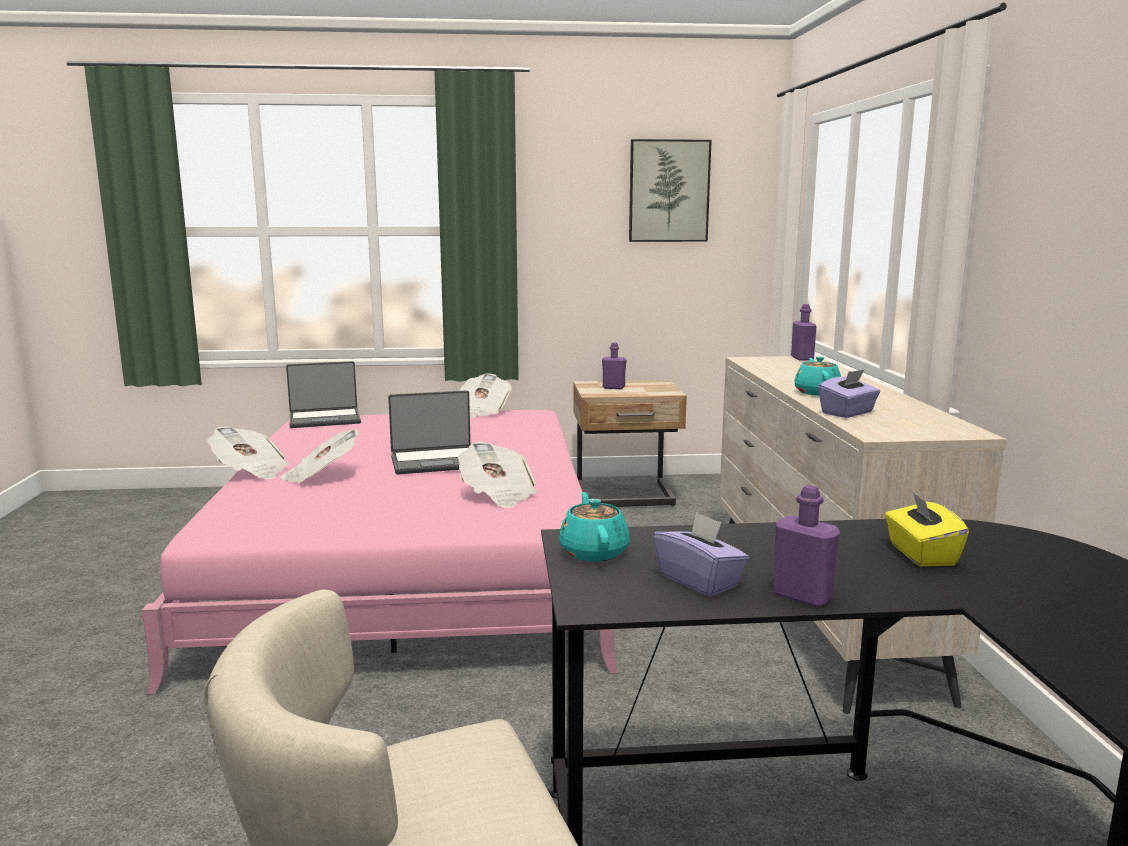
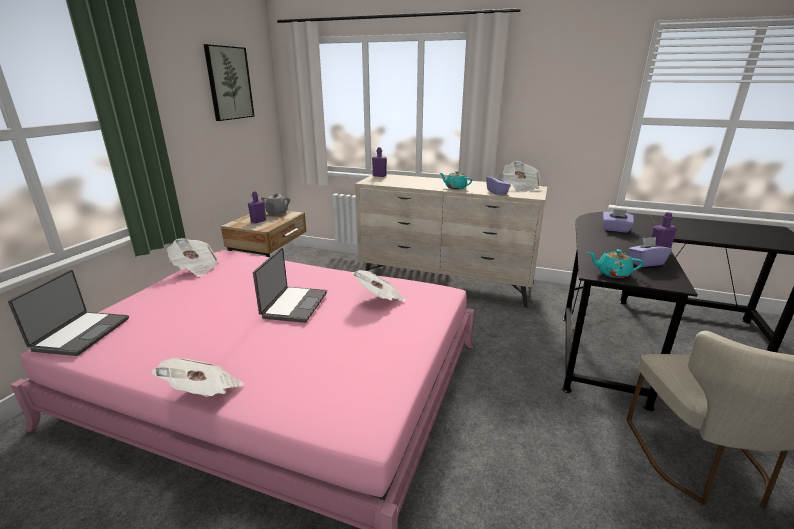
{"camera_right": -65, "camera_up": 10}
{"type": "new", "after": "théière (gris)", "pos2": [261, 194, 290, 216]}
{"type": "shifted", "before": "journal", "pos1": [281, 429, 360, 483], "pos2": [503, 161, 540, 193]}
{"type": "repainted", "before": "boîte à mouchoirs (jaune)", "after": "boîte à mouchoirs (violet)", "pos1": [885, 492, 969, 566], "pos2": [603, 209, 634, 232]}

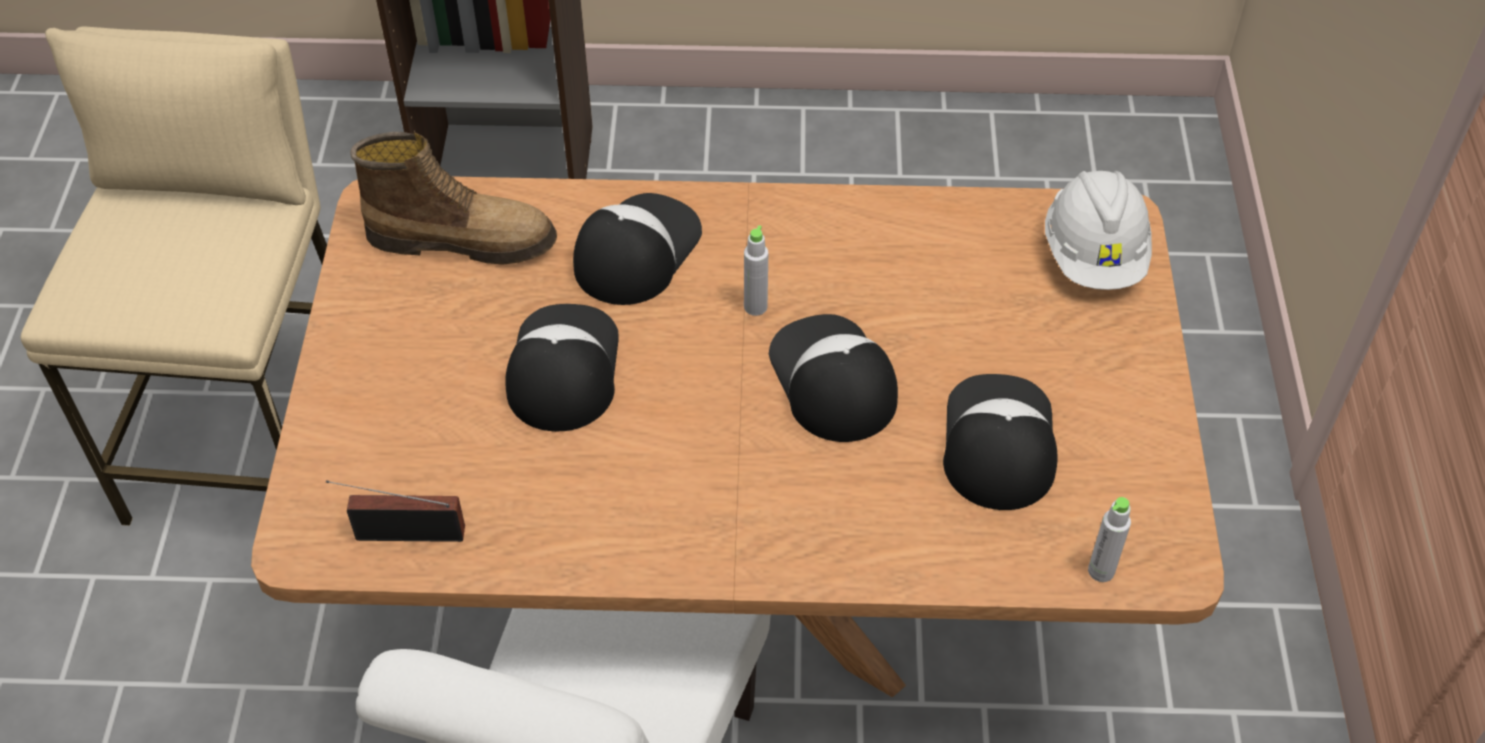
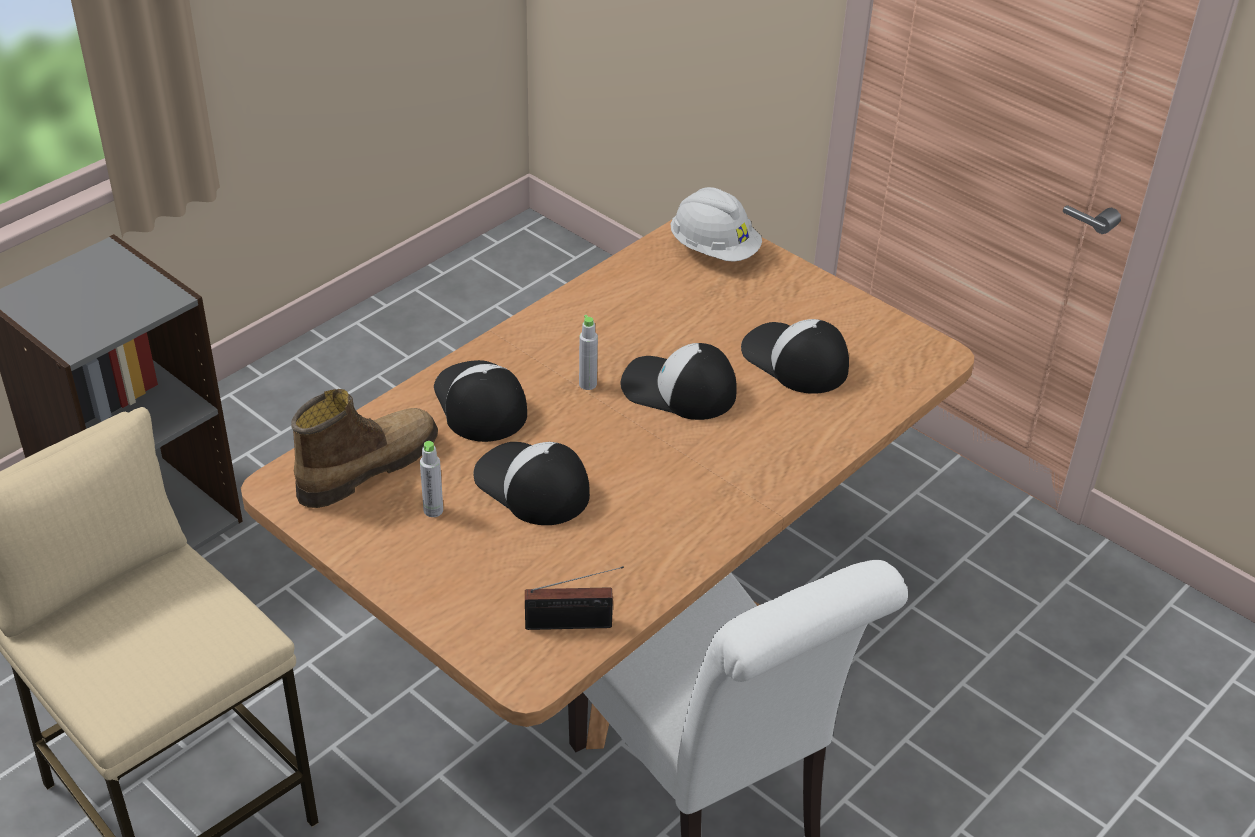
{"camera_right": -50, "camera_up": -10}
{"type": "shifted", "before": "bouteille (gris)", "pos1": [1088, 497, 1131, 582], "pos2": [420, 441, 443, 517]}
{"type": "rotated", "before": "radio", "pos1": [326, 480, 465, 542], "pos2": [525, 566, 624, 630], "turn": -135}

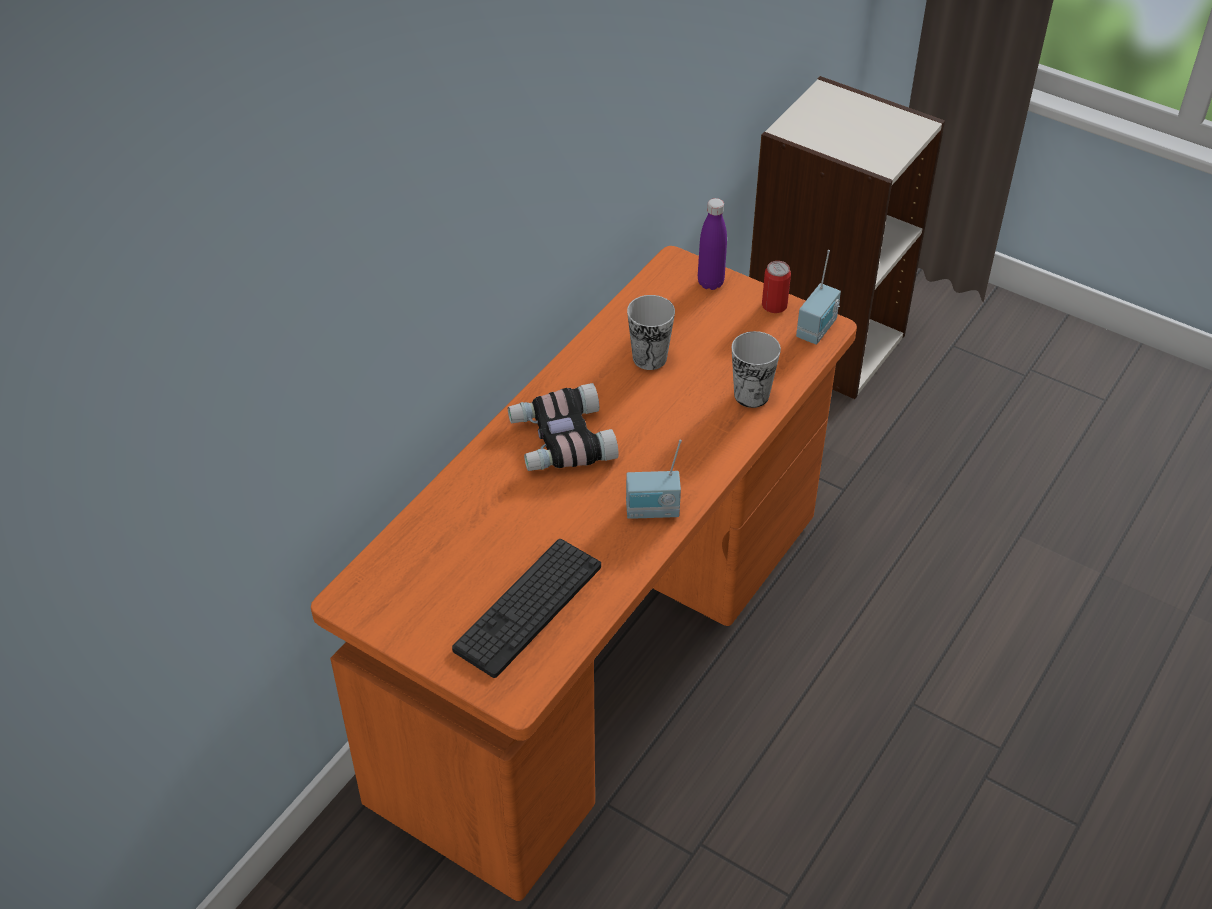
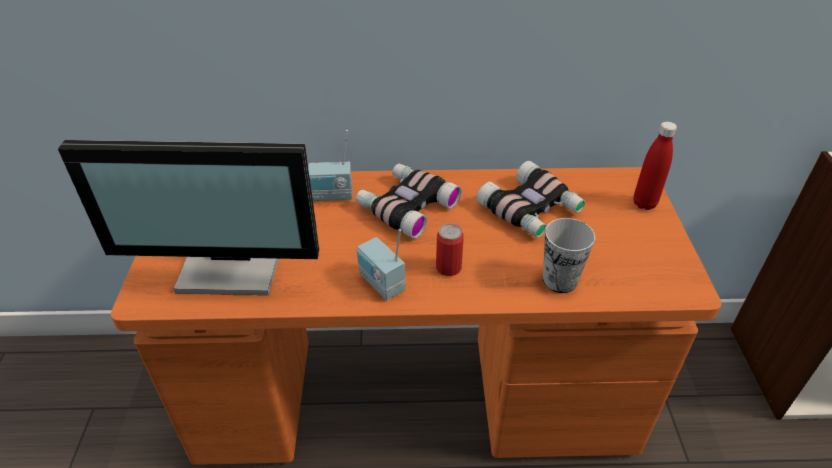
{"camera_right": 55, "camera_up": -5}
{"type": "swapped", "before": "clavier", "after": "écran d'ordinateur", "pos1": [452, 539, 601, 678], "pos2": [58, 140, 319, 295]}
{"type": "shifted", "before": "radio", "pos1": [796, 250, 841, 345], "pos2": [308, 130, 353, 201]}
{"type": "shifted", "before": "boîte métallique", "pos1": [762, 261, 791, 313], "pos2": [436, 223, 464, 276]}
{"type": "swapped", "before": "tasse", "after": "jumelles", "pos1": [627, 295, 675, 370], "pos2": [476, 161, 585, 237]}
{"type": "repainted", "before": "bouteille (violet)", "after": "bouteille (rouge)", "pos1": [698, 198, 727, 290], "pos2": [633, 122, 677, 210]}

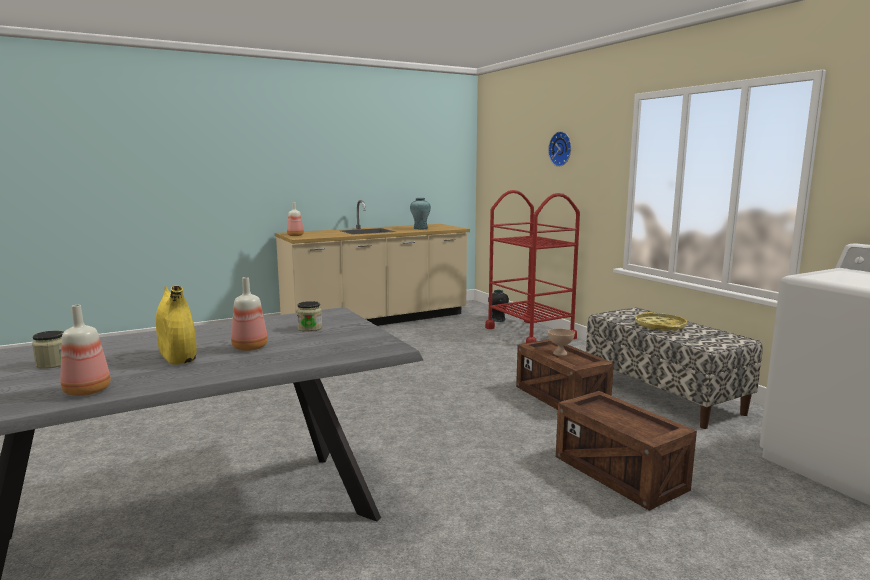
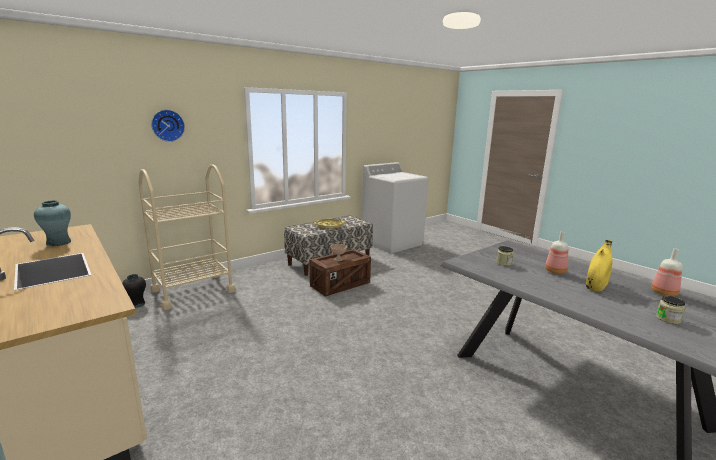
{"camera_right": -100, "camera_up": 5}
{"type": "repainted", "before": "chariot (rouge)", "after": "chariot (beige)", "pos1": [485, 190, 580, 343], "pos2": [139, 165, 235, 310]}
{"type": "gone", "before": "bouteille", "pos1": [287, 202, 304, 236]}
{"type": "gone", "before": "caisse", "pos1": [556, 391, 697, 511]}

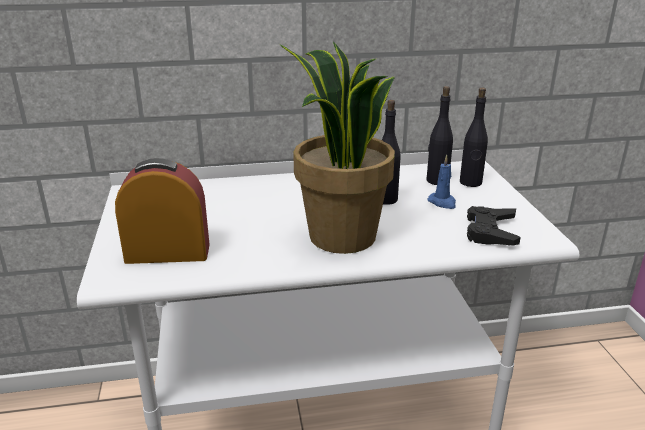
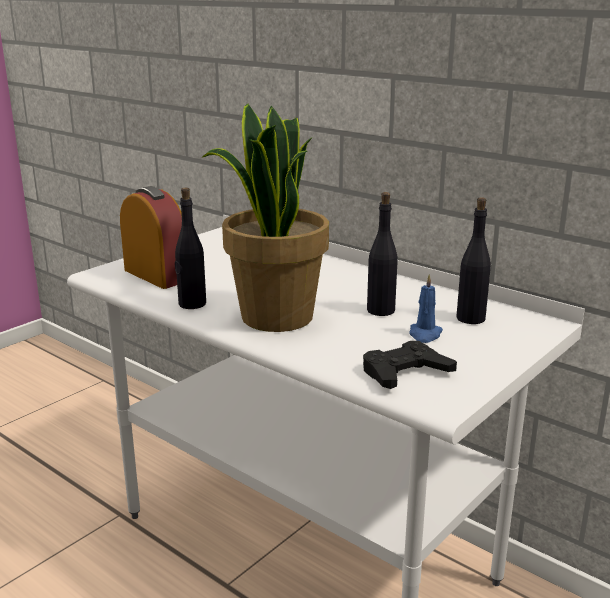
{"camera_right": 50, "camera_up": -5}
{"type": "shifted", "before": "bouteille (noir)", "pos1": [460, 87, 488, 187], "pos2": [175, 188, 206, 309]}

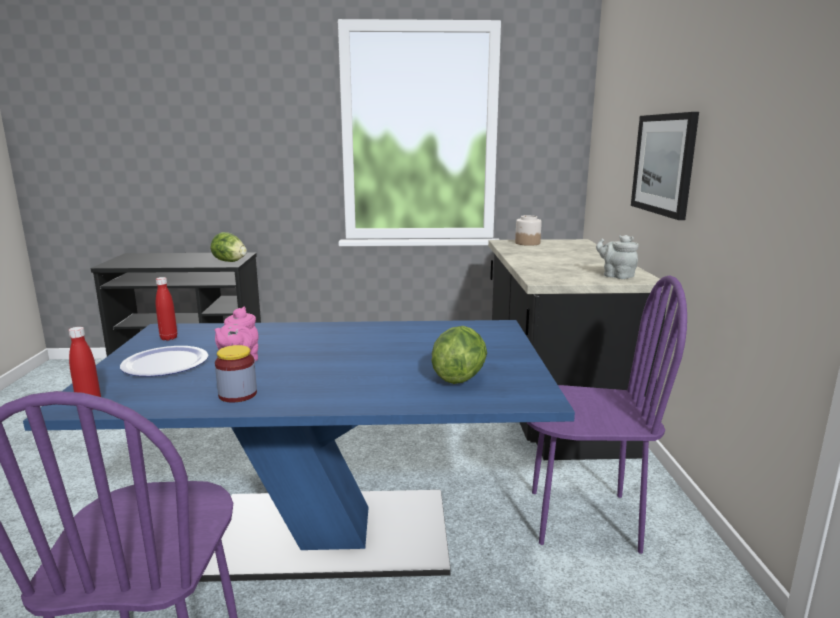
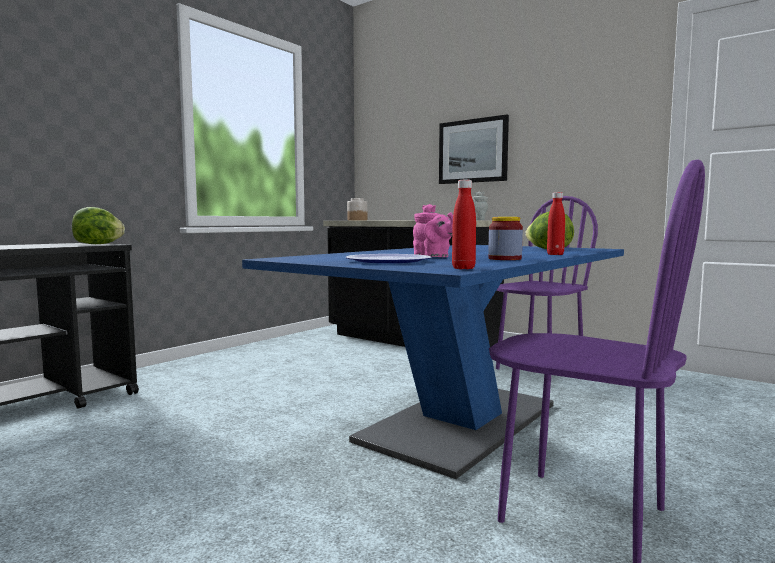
{"camera_right": -50, "camera_up": -10}
{"type": "shifted", "before": "bouteille (rouge)", "pos1": [156, 277, 177, 341], "pos2": [547, 192, 565, 255]}

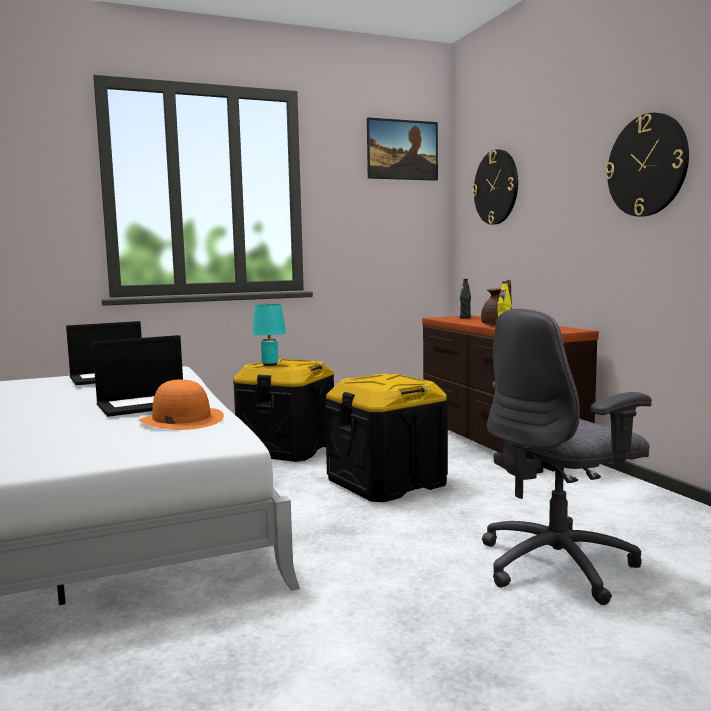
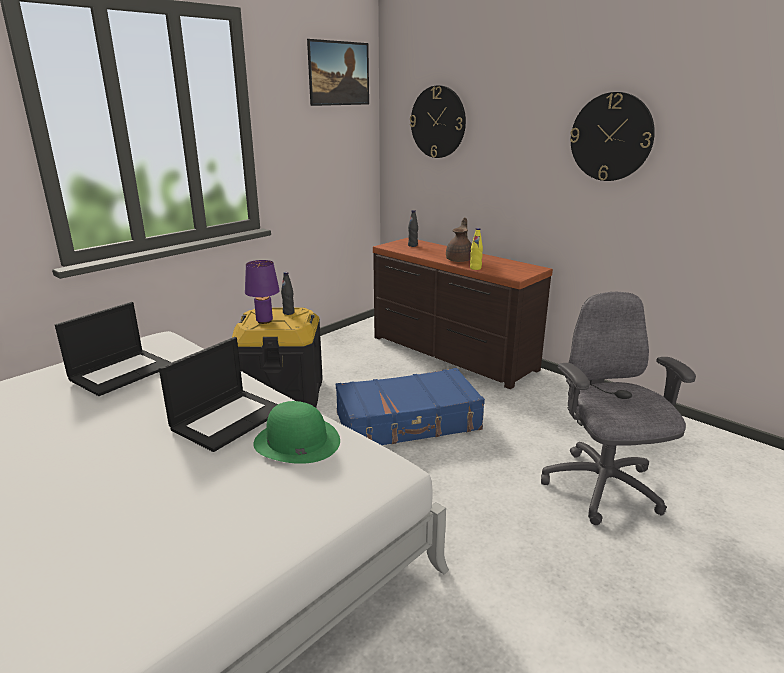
{"camera_right": -25, "camera_up": 15}
{"type": "repainted", "before": "lampe de table (turquoise)", "after": "lampe de table (violet)", "pos1": [252, 304, 286, 366], "pos2": [245, 260, 280, 324]}
{"type": "repainted", "before": "chapeau (orange)", "after": "chapeau (vert)", "pos1": [139, 379, 224, 430], "pos2": [253, 401, 340, 464]}
{"type": "new", "after": "bouteille (noir)", "pos2": [281, 272, 295, 315]}
{"type": "swapped", "before": "boîte de rangement (noir)", "after": "valise (bleu)", "pos1": [325, 374, 448, 502], "pos2": [336, 368, 485, 445]}
{"type": "rotated", "before": "chaise de bureau (gris)", "pos1": [482, 308, 652, 605], "pos2": [541, 292, 696, 525], "turn": 135}

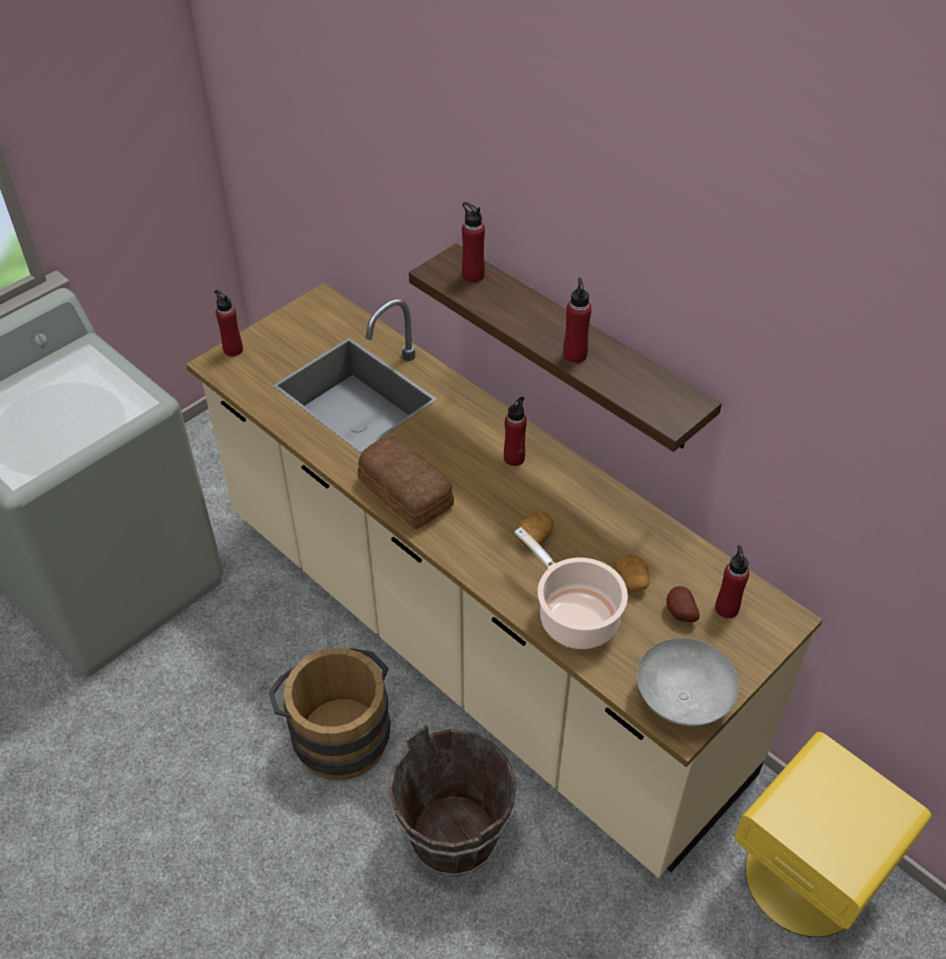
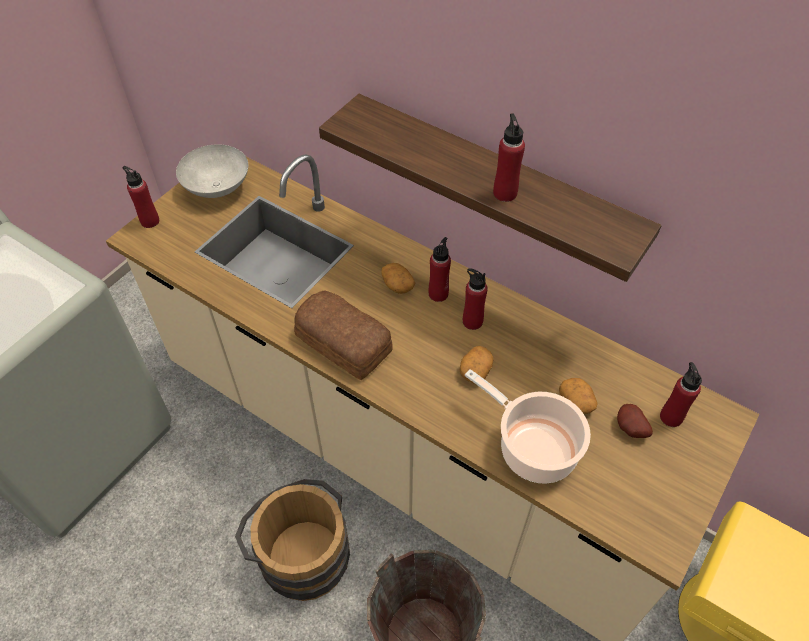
{"camera_right": -10, "camera_up": 5}
{"type": "shifted", "before": "bol (gris)", "pos1": [637, 638, 739, 726], "pos2": [176, 144, 248, 198]}
{"type": "new", "after": "pomme de terre", "pos2": [381, 263, 415, 294]}
{"type": "shifted", "before": "bouteille (rouge)", "pos1": [462, 202, 485, 282], "pos2": [463, 268, 488, 330]}

